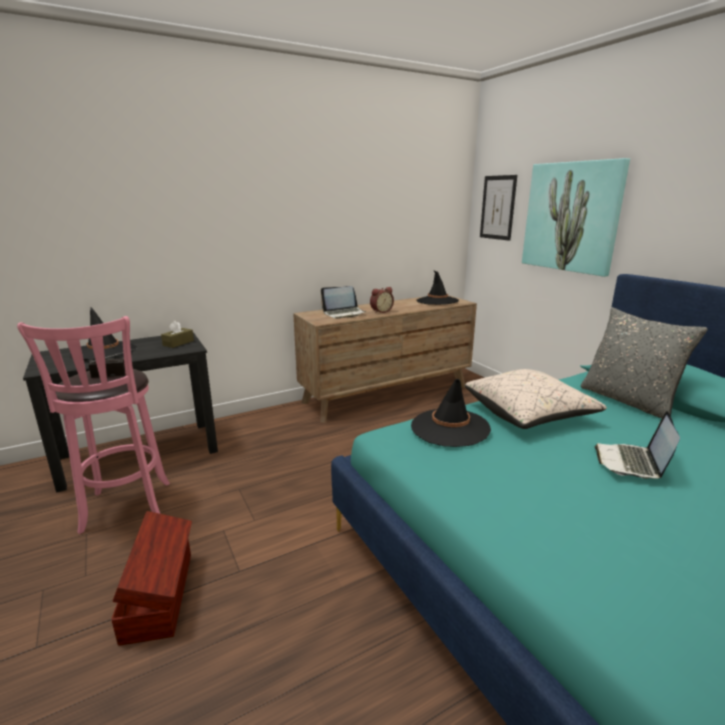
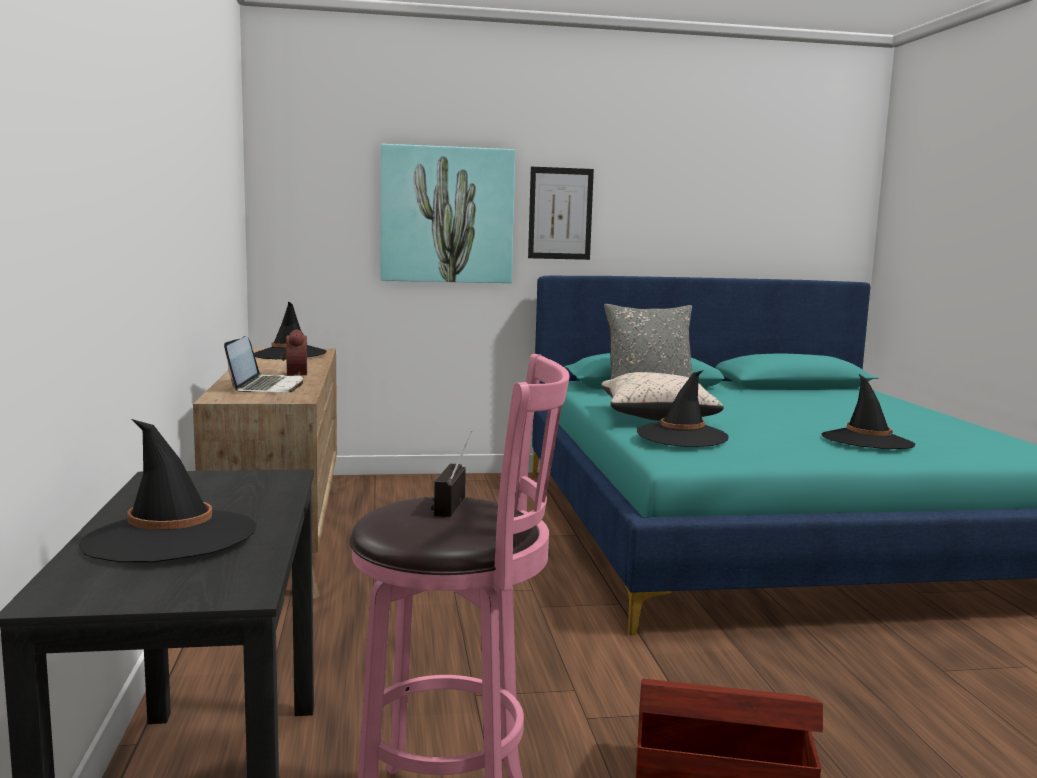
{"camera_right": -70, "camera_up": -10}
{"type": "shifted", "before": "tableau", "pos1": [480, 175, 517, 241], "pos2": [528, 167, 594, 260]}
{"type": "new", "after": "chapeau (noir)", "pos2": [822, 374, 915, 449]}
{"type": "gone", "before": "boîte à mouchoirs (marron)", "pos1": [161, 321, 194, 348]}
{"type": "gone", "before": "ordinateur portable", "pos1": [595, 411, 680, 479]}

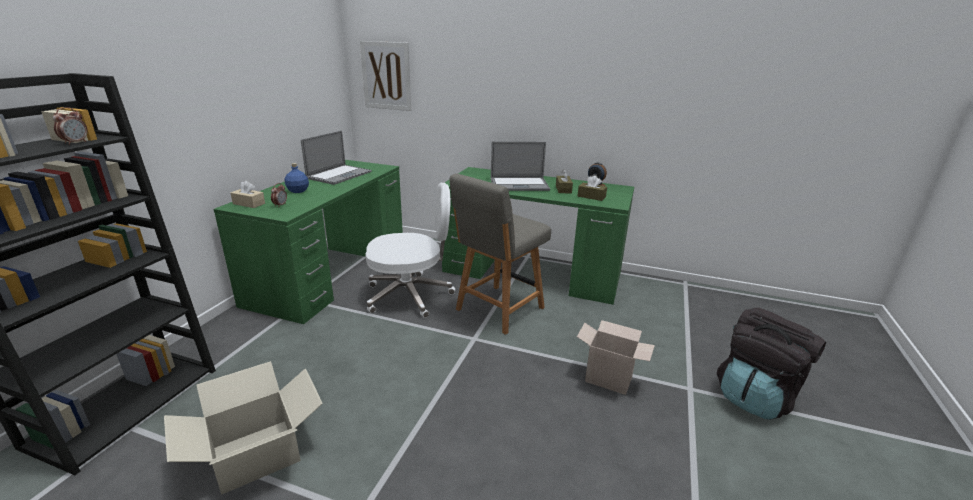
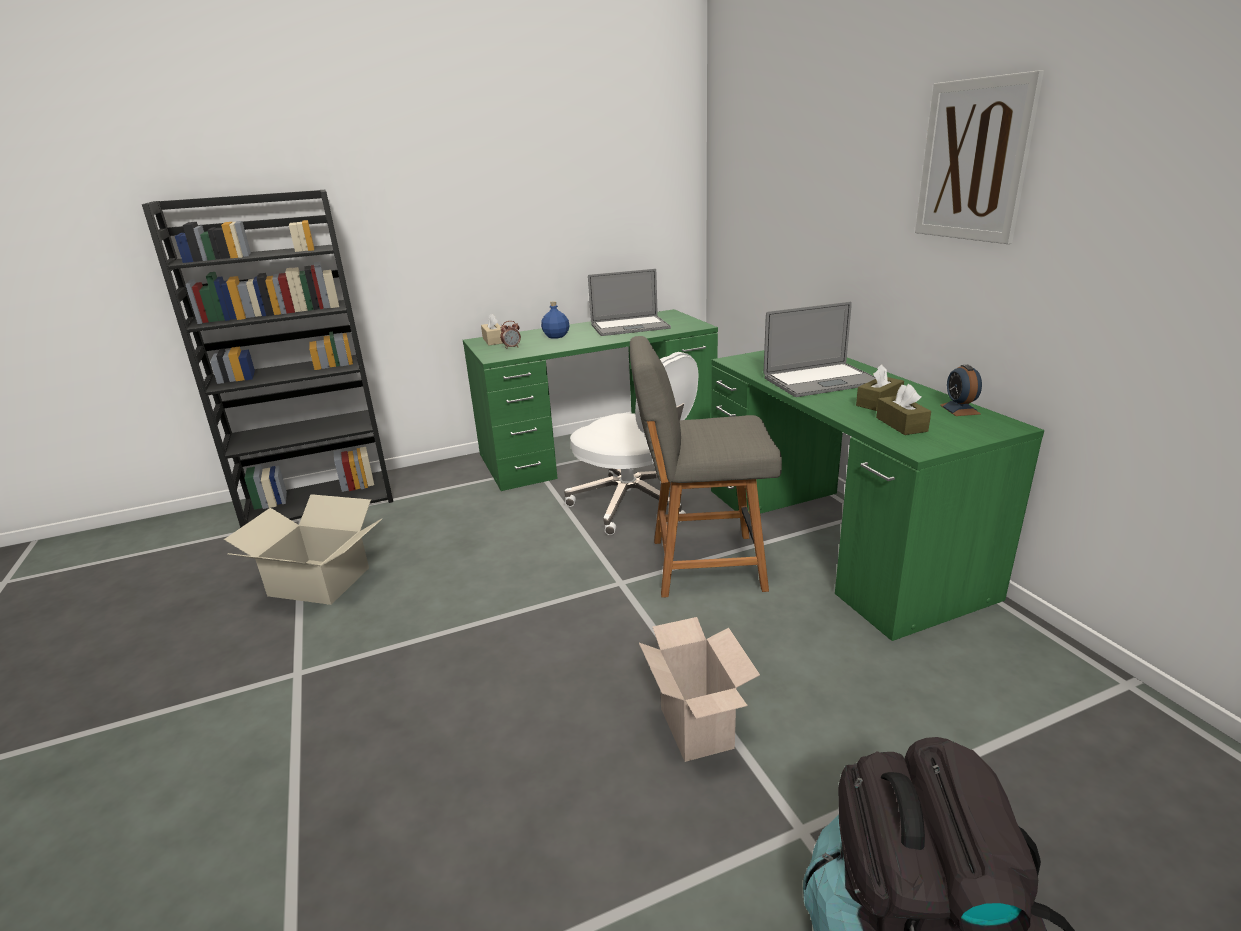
{"camera_right": 50, "camera_up": 0}
{"type": "rotated", "before": "ordinateur portable", "pos1": [491, 141, 550, 191], "pos2": [764, 302, 876, 397], "turn": -60}
{"type": "shifted", "before": "tableau", "pos1": [360, 41, 411, 111], "pos2": [915, 70, 1044, 244]}
{"type": "gone", "before": "réveil", "pos1": [53, 107, 88, 145]}

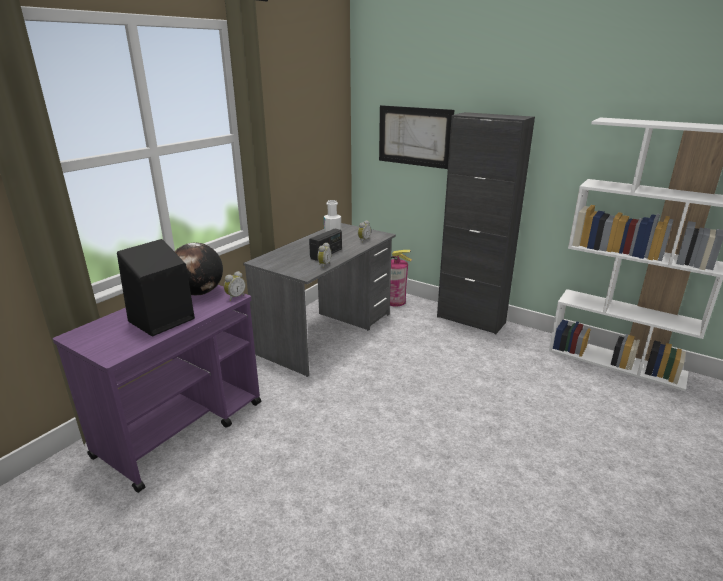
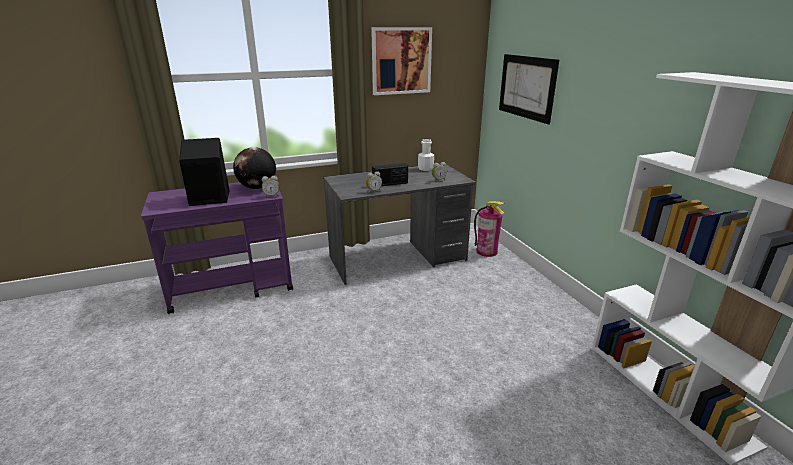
{"camera_right": 35, "camera_up": 0}
{"type": "new", "after": "tableau", "pos2": [371, 27, 432, 95]}
{"type": "gone", "before": "meuble de rangement (noir)", "pos1": [437, 112, 535, 334]}

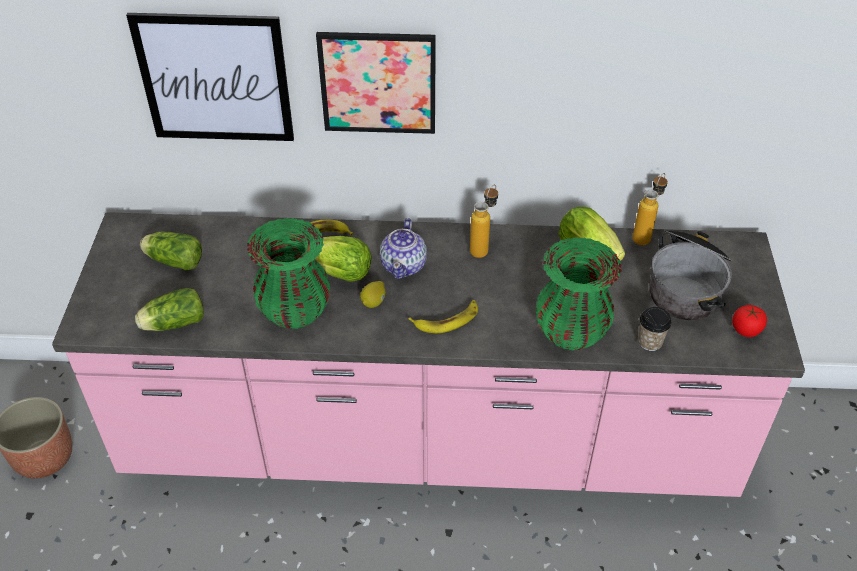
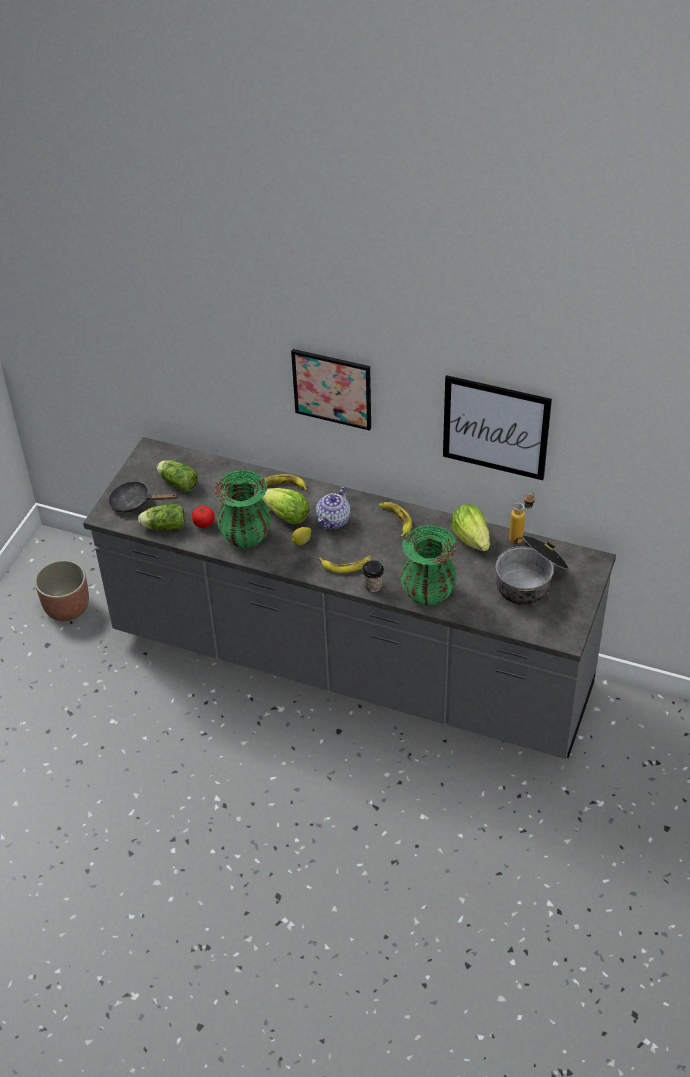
{"camera_right": 20, "camera_up": 0}
{"type": "repainted", "before": "comptoir de cuisine (rose)", "after": "comptoir de cuisine (gris)", "pos1": [52, 212, 805, 497], "pos2": [83, 437, 616, 759]}
{"type": "new", "after": "poêle (noir)", "pos2": [108, 481, 178, 513]}
{"type": "shifted", "before": "tomate", "pos1": [732, 305, 767, 337], "pos2": [192, 506, 215, 528]}
{"type": "shifted", "before": "tasse", "pos1": [638, 307, 672, 351], "pos2": [362, 560, 384, 592]}
{"type": "swapped", "before": "bouteille", "after": "banane", "pos1": [470, 185, 498, 258], "pos2": [379, 502, 412, 537]}
{"type": "shifted", "before": "tableau", "pos1": [126, 13, 294, 141], "pos2": [443, 375, 552, 480]}

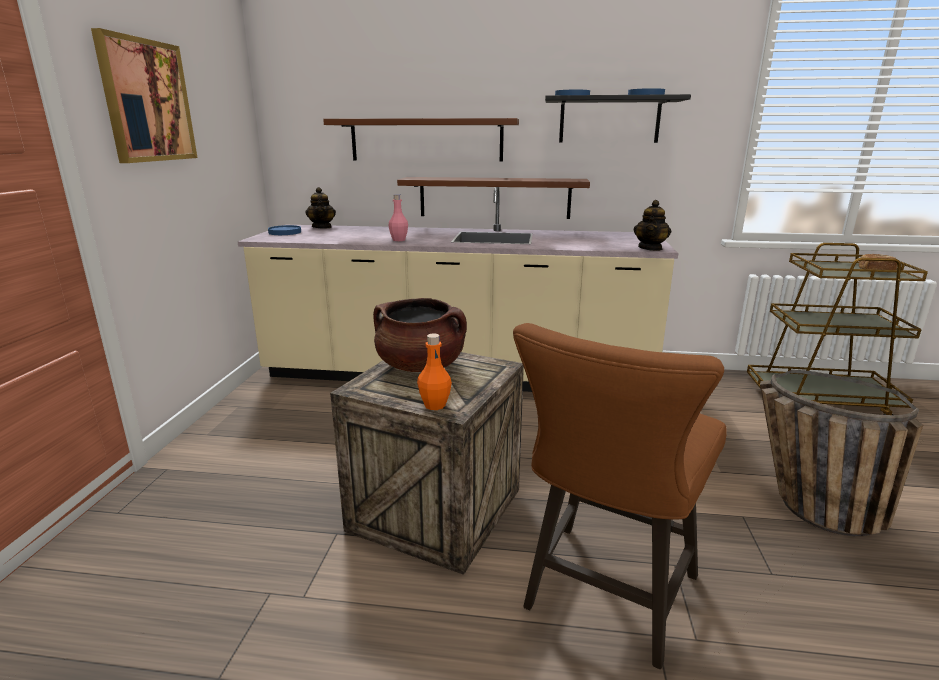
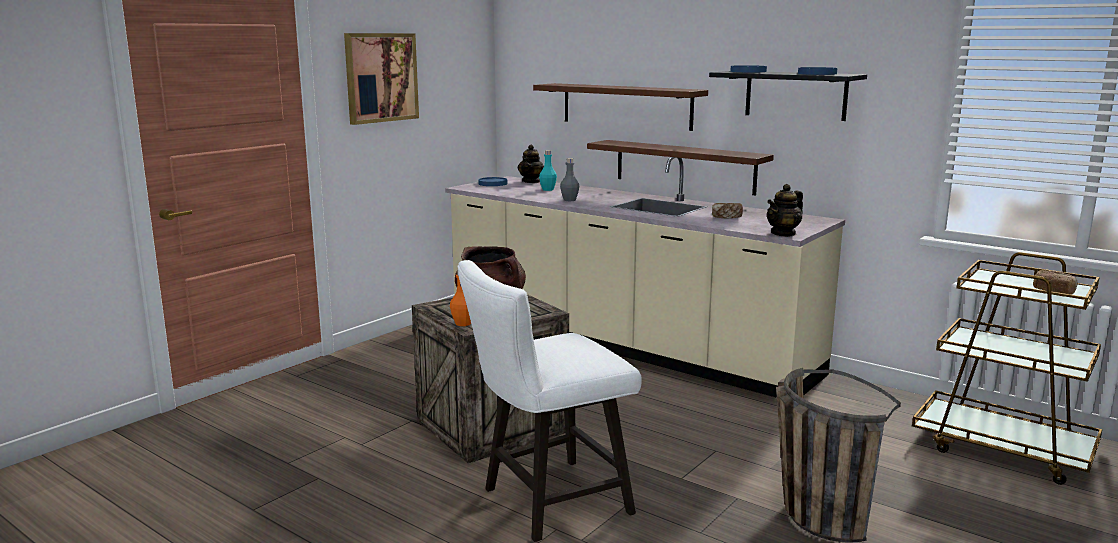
{"camera_right": 30, "camera_up": -5}
{"type": "repainted", "before": "tabouret (marron)", "after": "tabouret (blanc)", "pos1": [513, 323, 727, 669], "pos2": [457, 260, 642, 542]}
{"type": "new", "after": "bouteille (turquoise)", "pos2": [539, 150, 557, 191]}
{"type": "repainted", "before": "bouteille (rose)", "after": "bouteille (gris)", "pos1": [388, 194, 408, 241], "pos2": [560, 158, 579, 201]}
{"type": "new", "after": "pain", "pos2": [712, 203, 743, 218]}

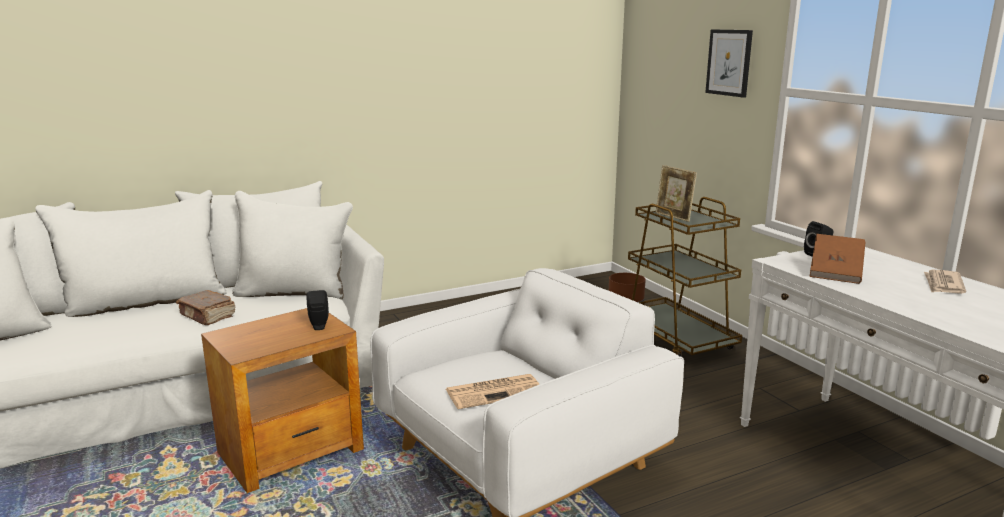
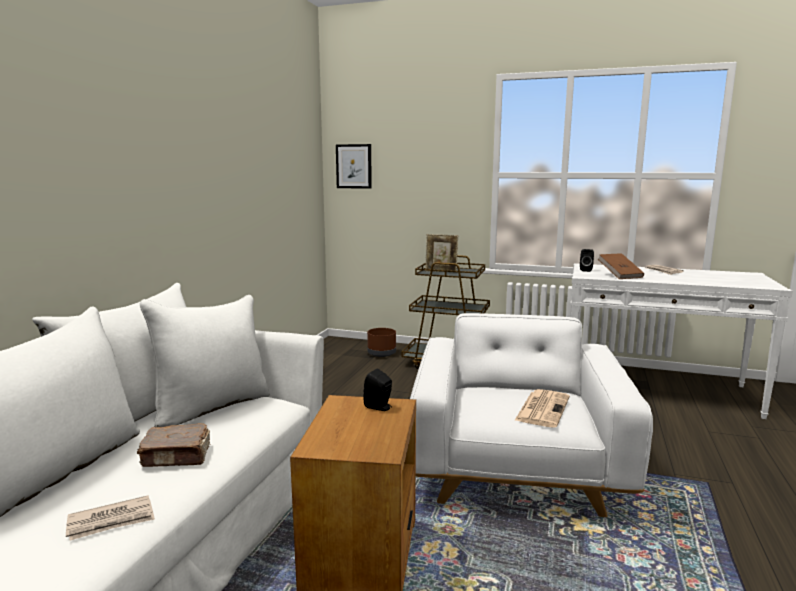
{"camera_right": -45, "camera_up": -5}
{"type": "new", "after": "journal", "pos2": [66, 495, 155, 541]}
{"type": "shifted", "before": "tableau", "pos1": [705, 29, 753, 98], "pos2": [336, 144, 372, 189]}

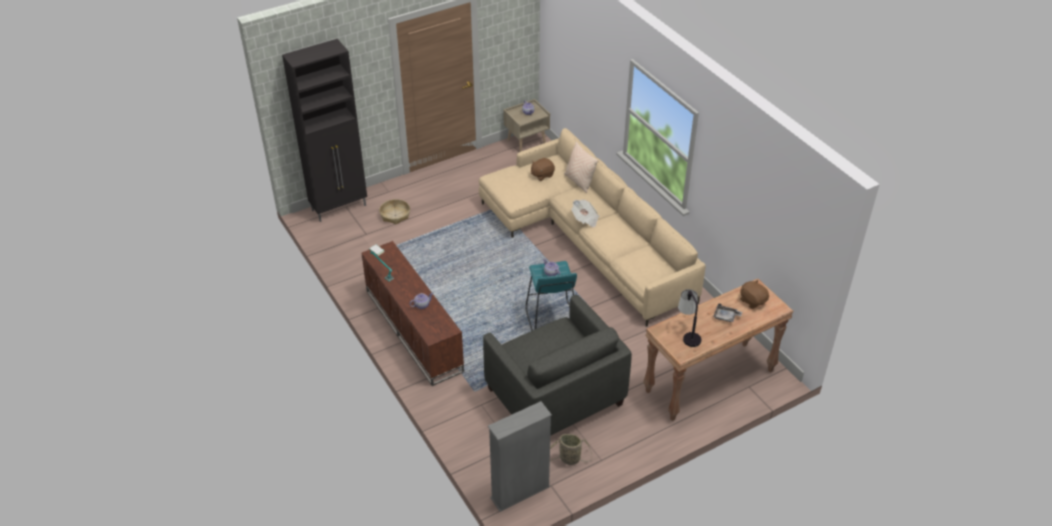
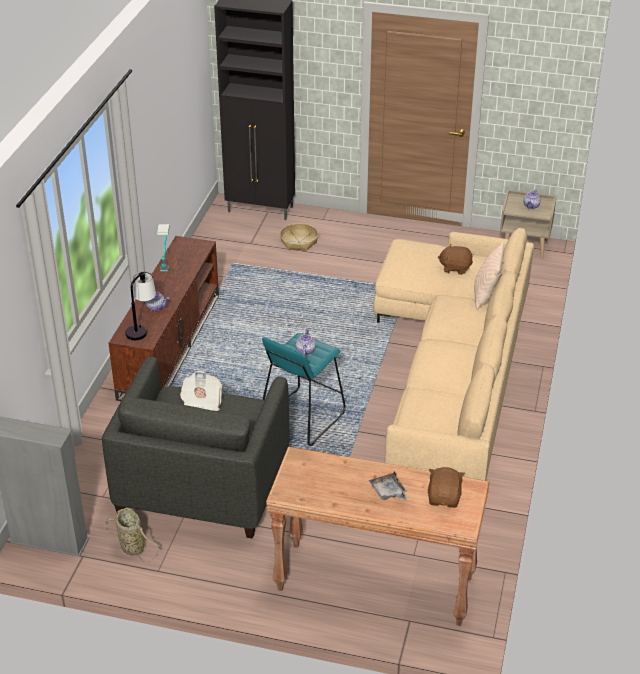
{"camera_right": 45, "camera_up": -5}
{"type": "shifted", "before": "lampe de table", "pos1": [678, 289, 701, 347], "pos2": [125, 271, 156, 340]}
{"type": "shifted", "before": "journal", "pos1": [571, 200, 599, 227], "pos2": [180, 371, 222, 411]}

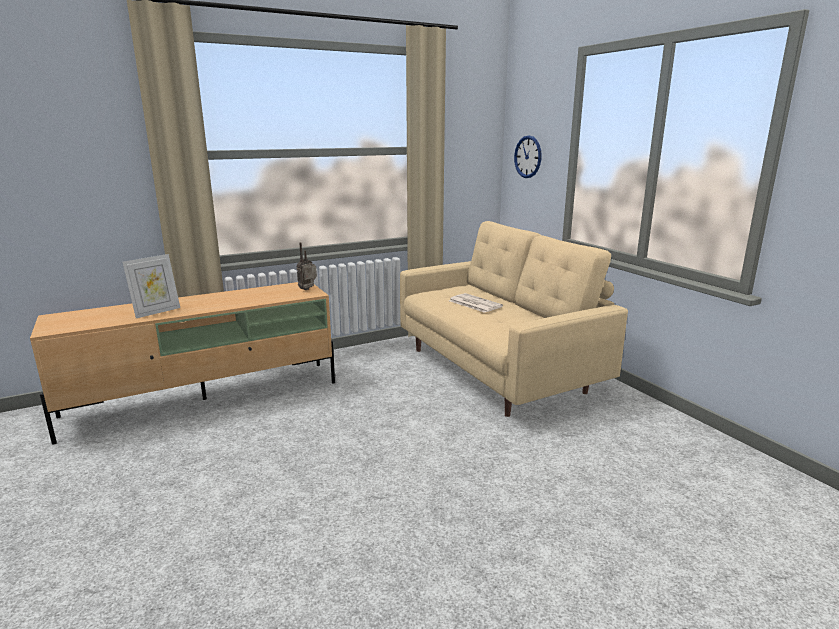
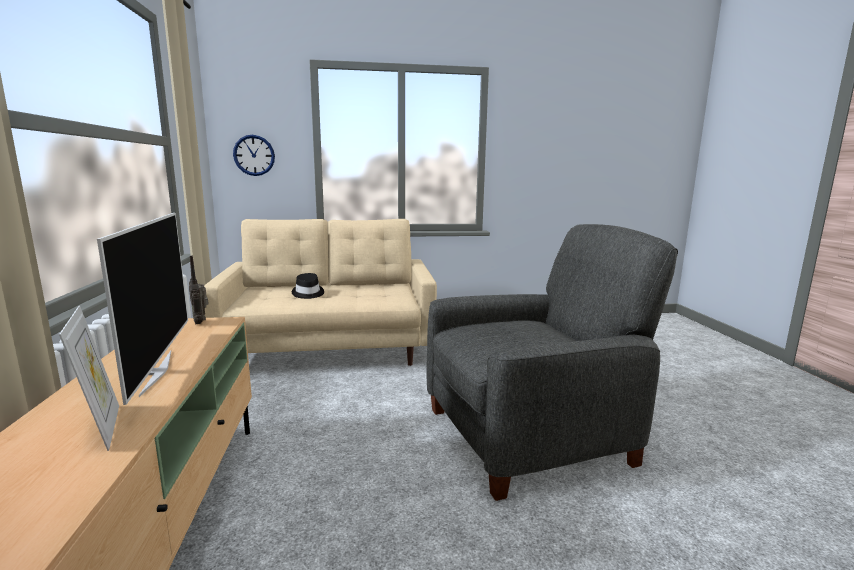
{"camera_right": -70, "camera_up": -5}
{"type": "new", "after": "téléviseur", "pos2": [97, 213, 188, 405]}
{"type": "swapped", "before": "journal", "after": "chapeau (noir)", "pos1": [449, 293, 503, 313], "pos2": [292, 273, 324, 299]}
{"type": "new", "after": "fauteuil (gris)", "pos2": [426, 224, 678, 501]}

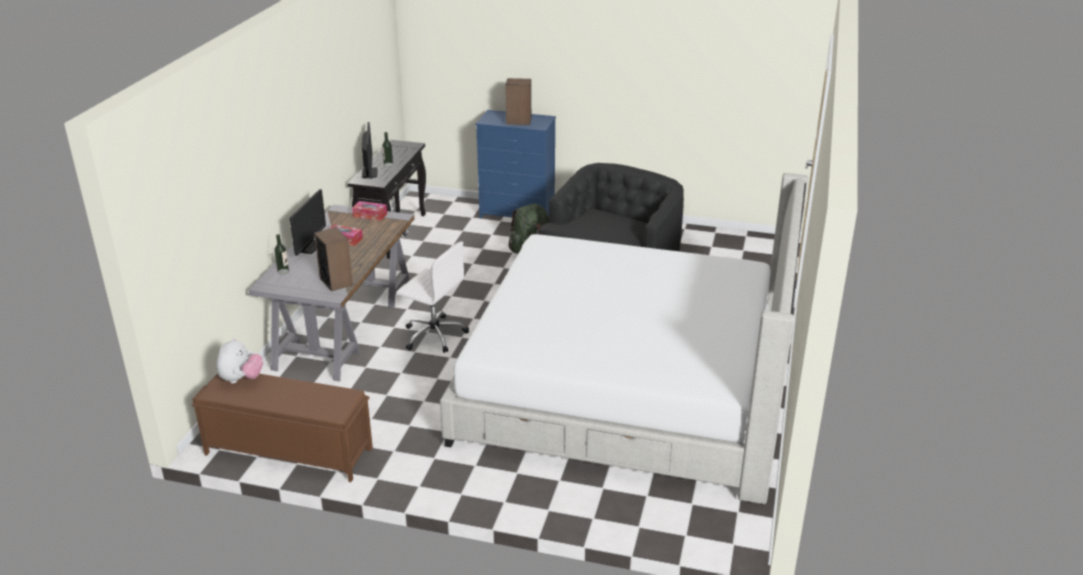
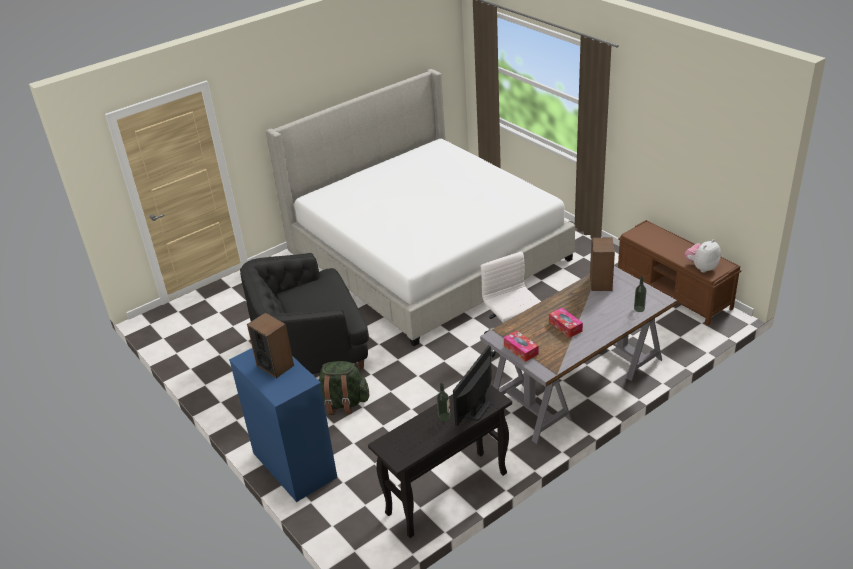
{"camera_right": -140, "camera_up": 5}
{"type": "gone", "before": "écran d'ordinateur", "pos1": [290, 189, 326, 256]}

